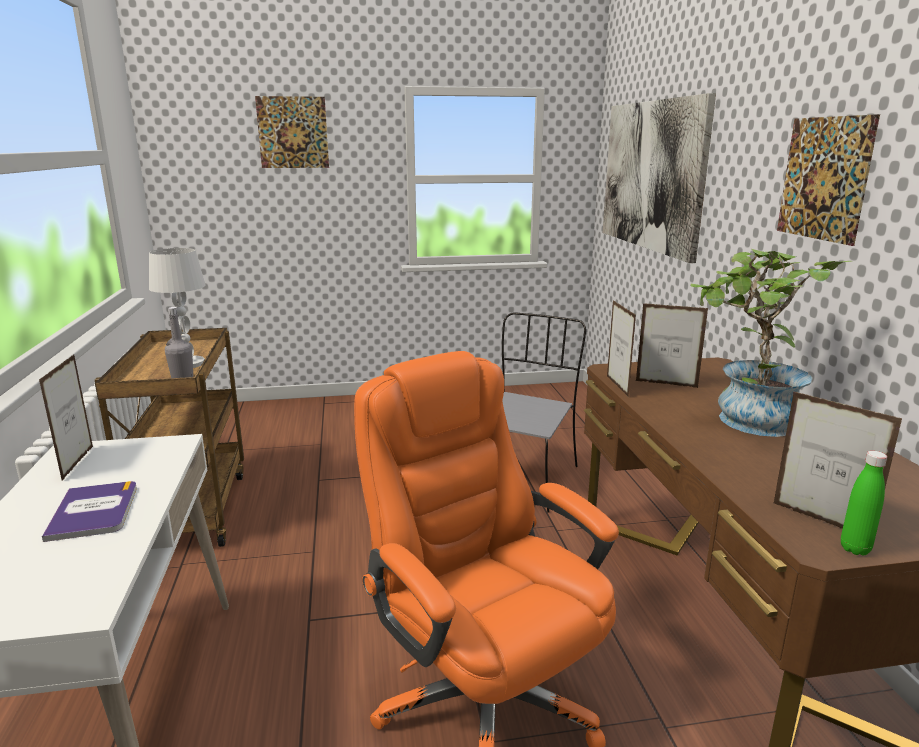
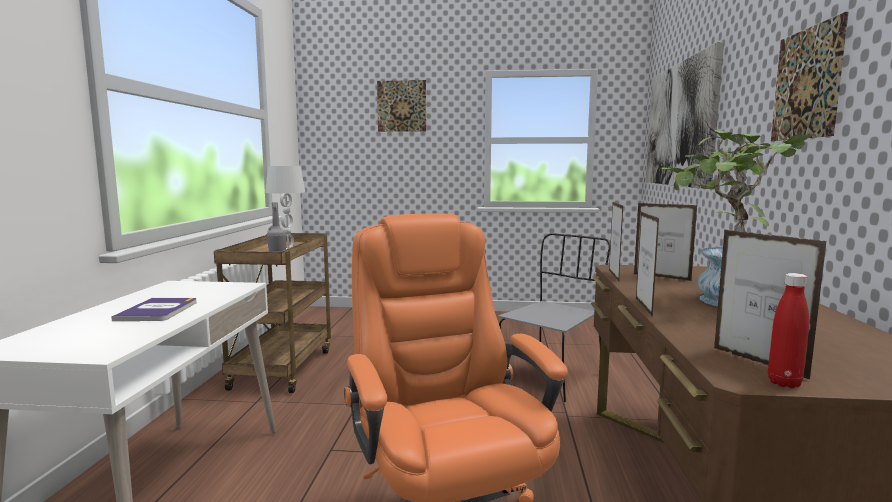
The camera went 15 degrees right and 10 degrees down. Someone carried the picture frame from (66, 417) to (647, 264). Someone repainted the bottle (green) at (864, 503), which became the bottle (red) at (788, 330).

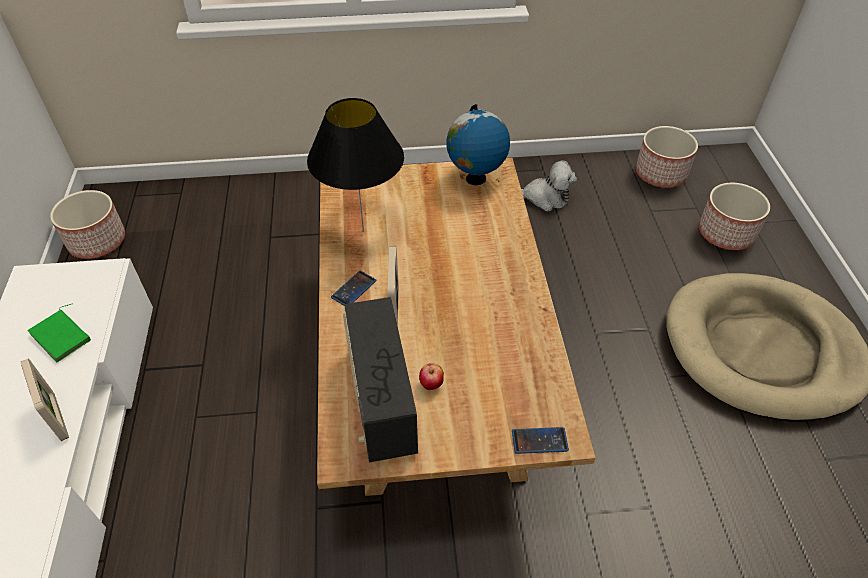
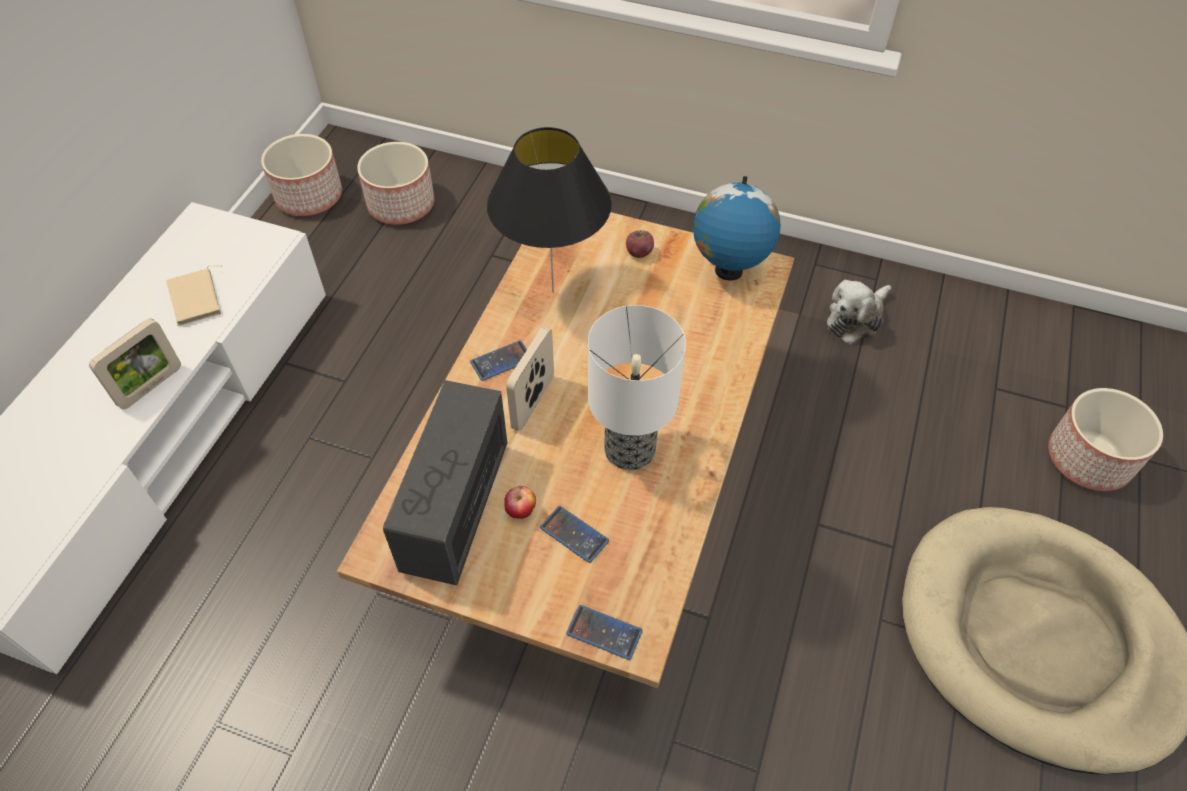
The camera went 25 degrees right and 5 degrees up. Someone rotated the picture frame at (45, 399) by 45 degrees clockwise. Someone repainted the book (green) at (59, 332), which became the book (beige) at (193, 295). Someone rotated the plush toy at (549, 185) by 105 degrees clockwise. Someone carried the planter from (667, 157) to (396, 183). Someone put down the phone at (574, 534). Someone put down the table lamp at (637, 387). Someone put down the apple at (640, 244).

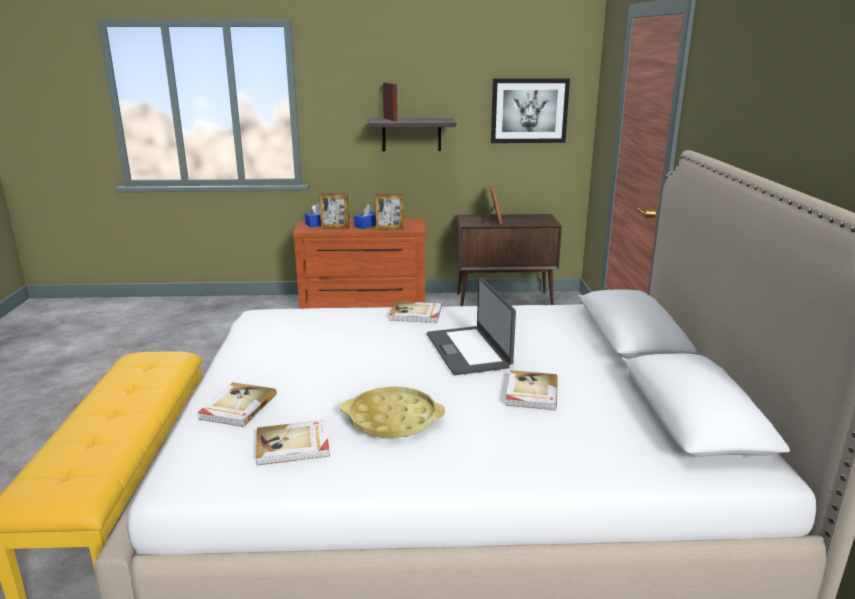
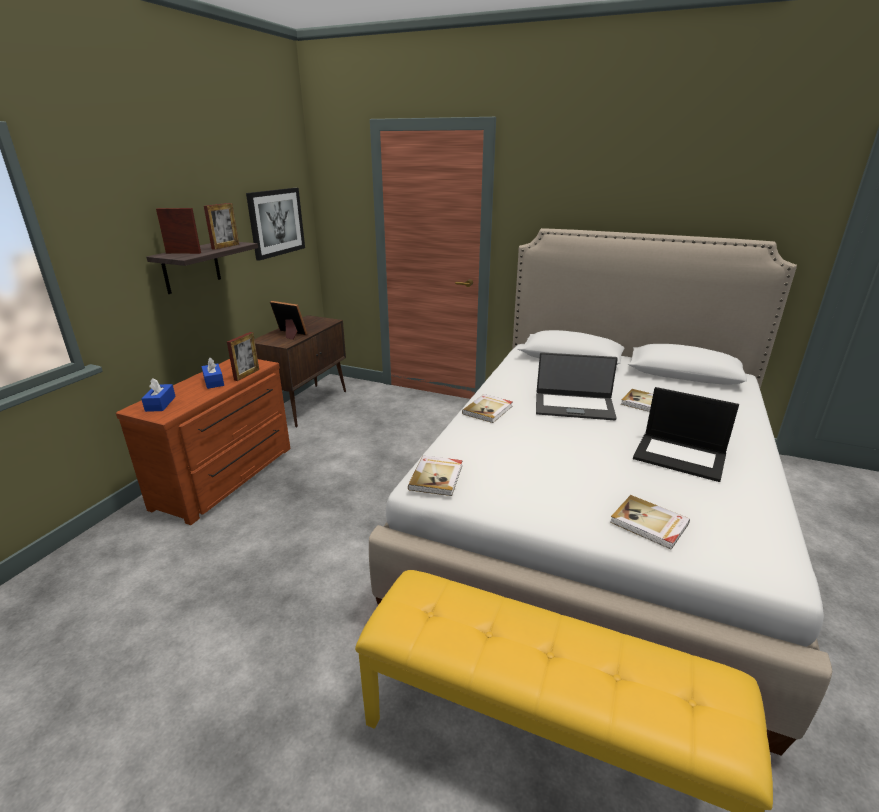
The camera went 65 degrees left and 5 degrees up. Someone carried the book from (293, 442) to (435, 476). Someone carried the picture frame from (334, 211) to (221, 226). Someone swapped the tray (yellow) at (392, 412) for the laptop at (686, 434).

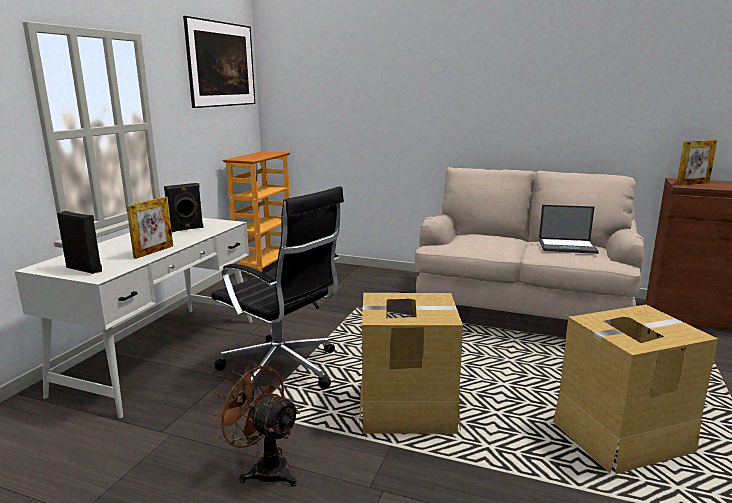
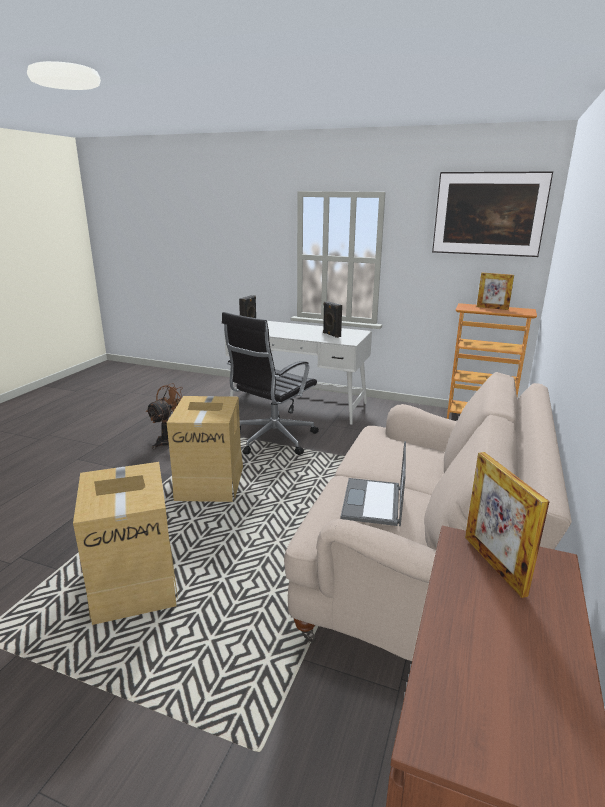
The camera went 90 degrees right and 5 degrees up. Someone carried the picture frame from (149, 228) to (495, 291).

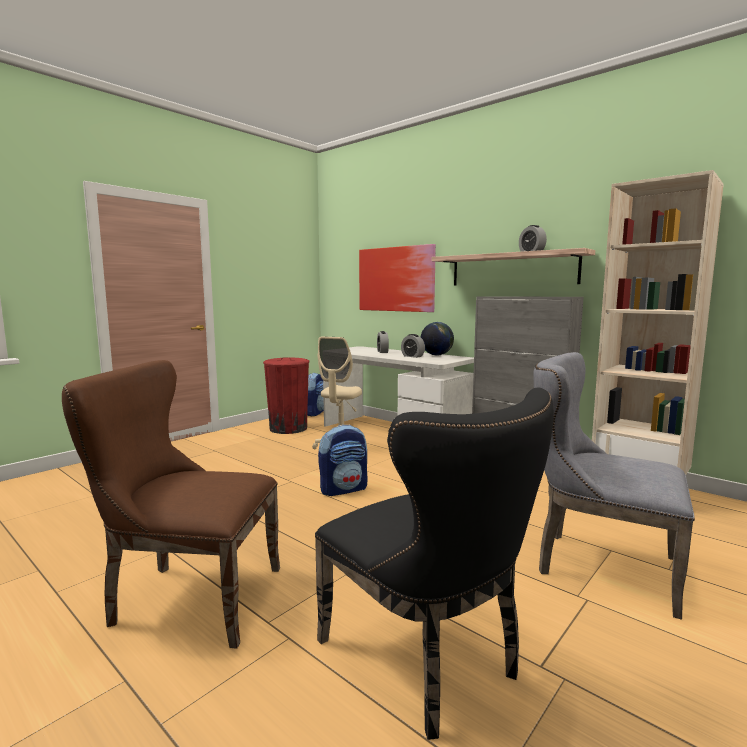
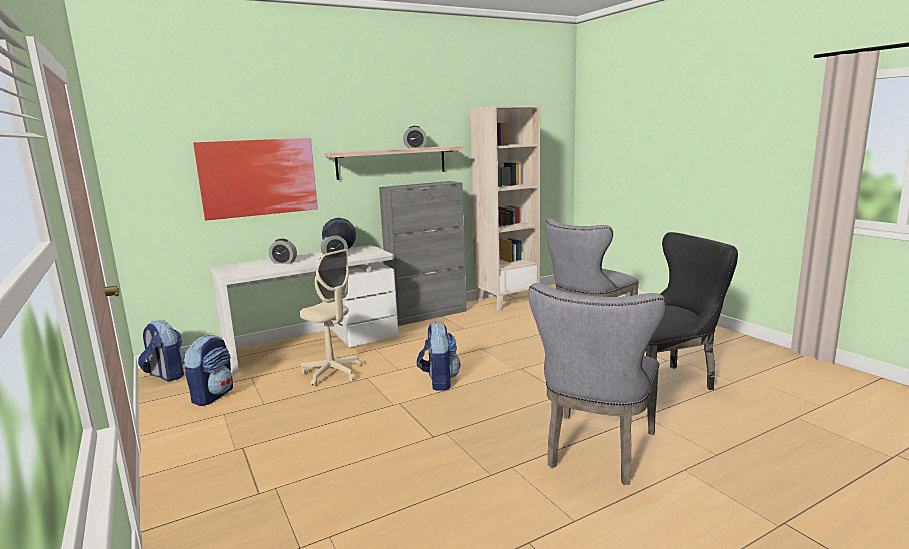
The camera went 70 degrees left and 5 degrees up. Someone repainted the chair (brown) at (171, 504), which became the chair (grey) at (597, 384). Someone swapped the trash can (red) at (286, 395) for the backpack at (208, 370).

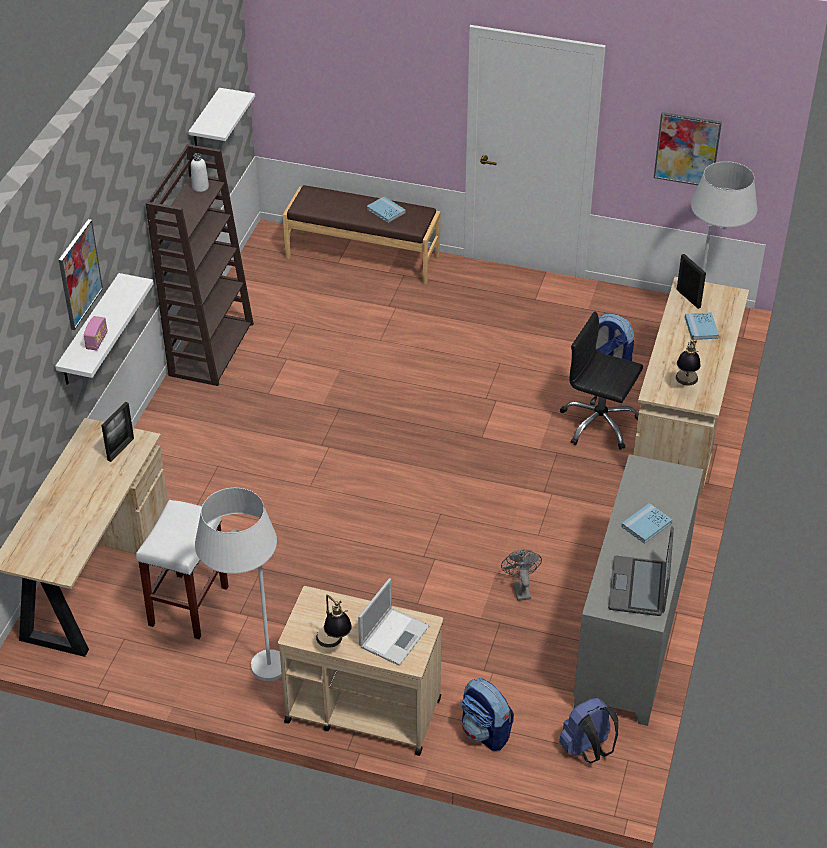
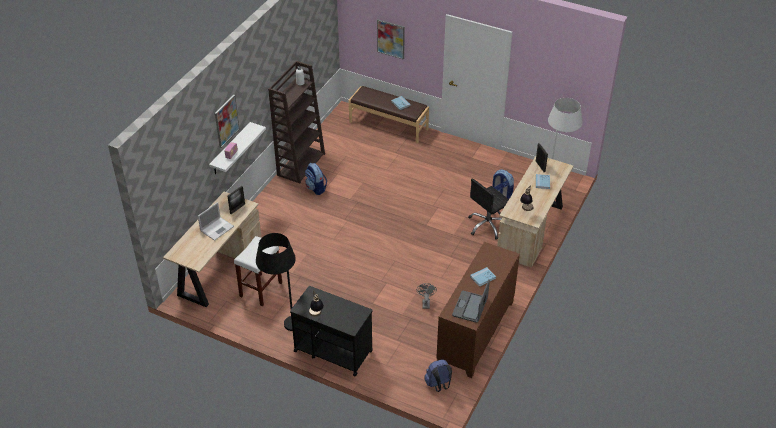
The camera went 10 degrees right and 0 degrees up. Someone took away the shelf (white) at (221, 117). Someone repainted the floor lamp (white) at (238, 584), which became the floor lamp (black) at (276, 282). Someone repainted the cart (beige) at (360, 671), which became the cart (black) at (331, 331). Someone carried the laptop from (394, 622) to (216, 221). Someone carried the backpack from (488, 714) to (316, 179). Someone rotated the office chair (black) at (601, 380) by 75 degrees counterclockwise. Someone repainted the cabinet (grey) at (638, 590), which became the cabinet (brown) at (478, 310). Someone carried the picture from (688, 148) to (391, 39).

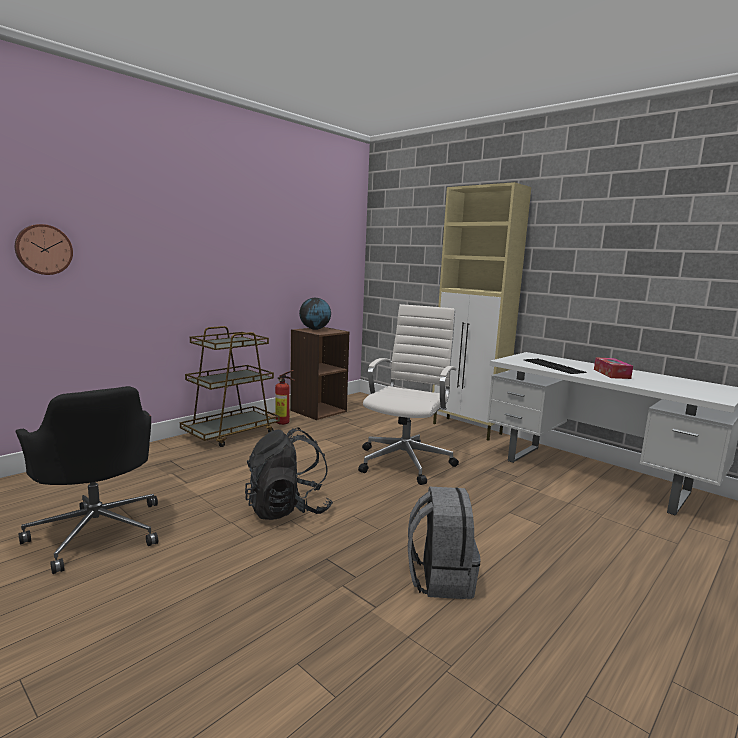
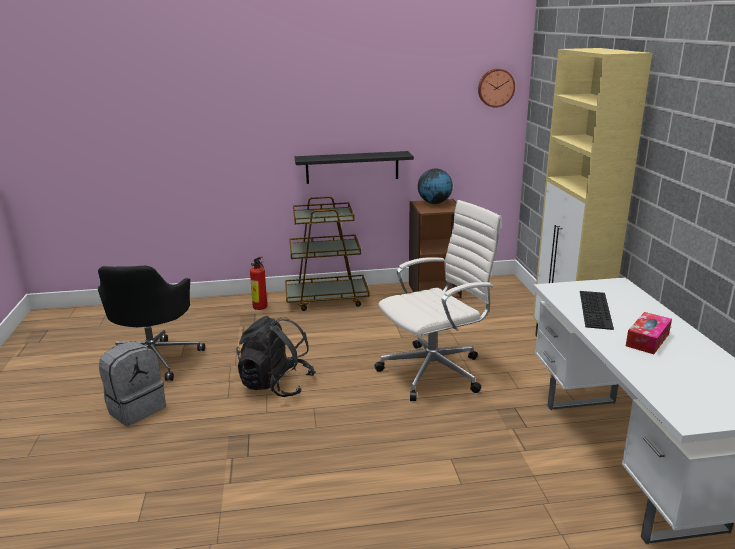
The camera went 40 degrees right and 10 degrees up. Someone carried the wall clock from (44, 249) to (496, 88). Someone carried the fire extinguisher from (285, 397) to (258, 283). Someone carried the backpack (grey) from (444, 543) to (132, 383). Someone put up the shelf (black) at (354, 167).

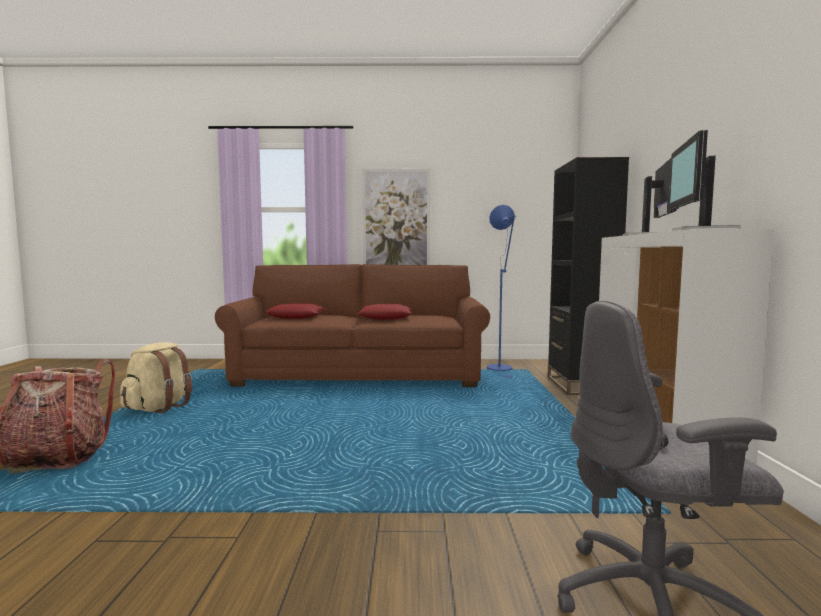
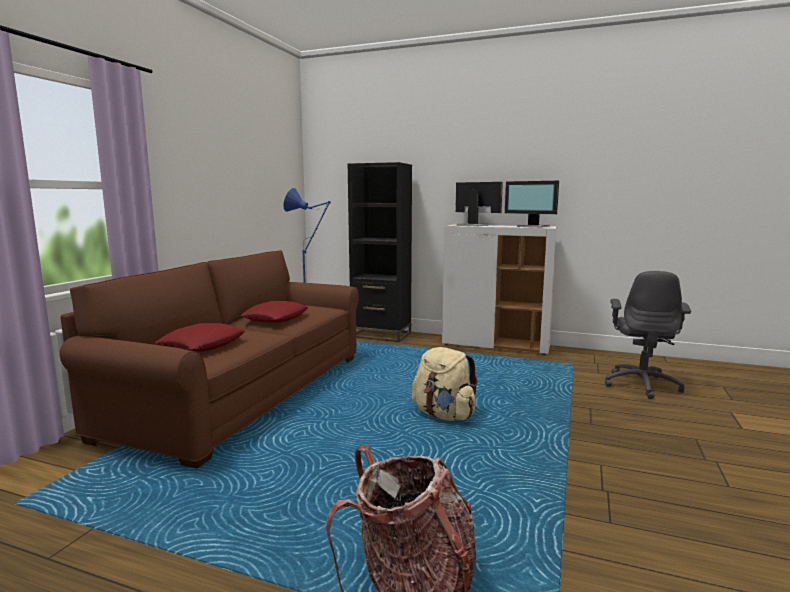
The camera went 70 degrees left and 5 degrees up. Someone carried the backpack (beige) from (156, 377) to (445, 384). Someone took away the picture at (396, 217).

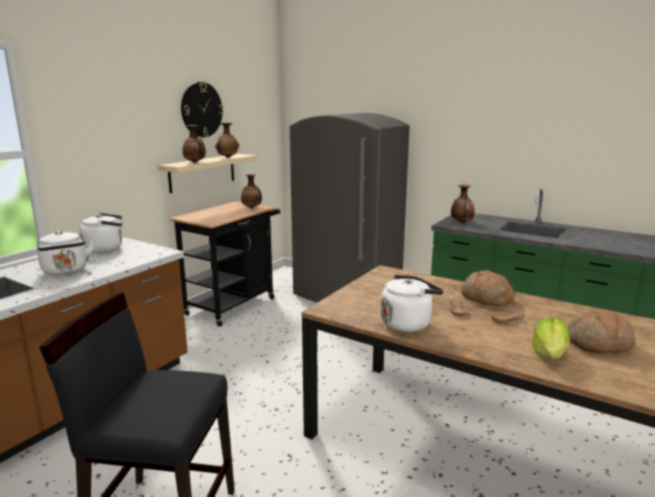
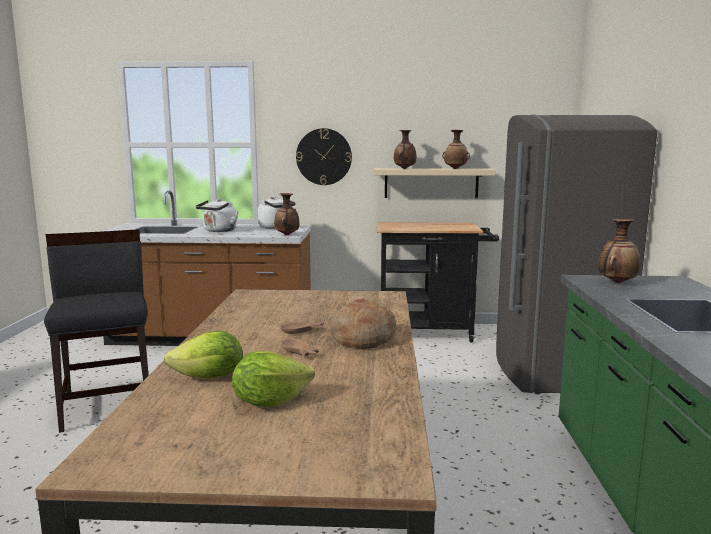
The camera went 60 degrees right and 5 degrees down. Someone carried the wall clock from (202, 109) to (324, 156). Someone carried the vase from (251, 191) to (286, 214). Someone took away the kettle (white) at (412, 303). Someone swapped the bread at (601, 331) for the lettuce at (273, 379).

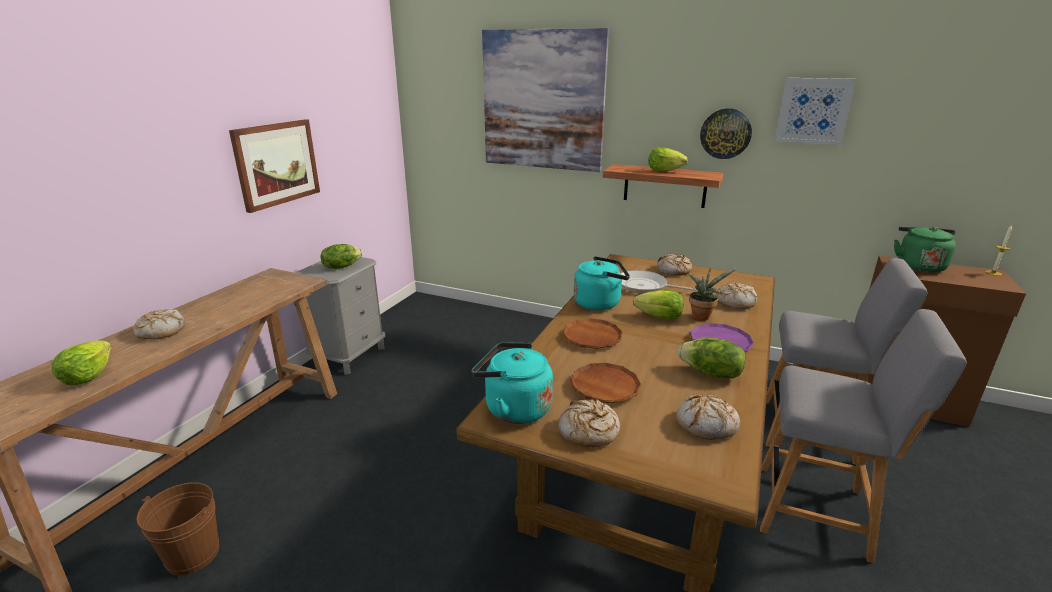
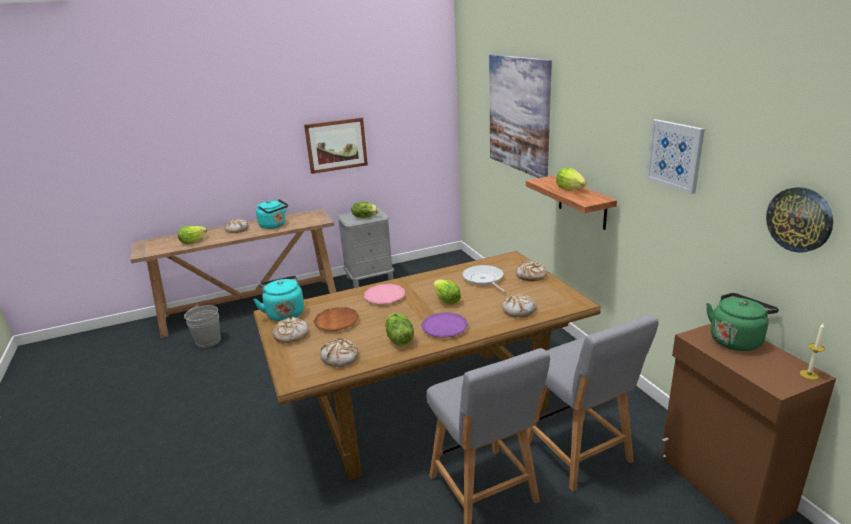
The camera went 45 degrees right and 0 degrees up. Someone repainted the bucket (brown) at (178, 528), which became the bucket (grey) at (202, 326). Someone repainted the plate (brown) at (592, 334), which became the plate (pink) at (384, 294). Someone carried the kettle (turquoise) from (602, 283) to (272, 214). Someone took away the potted plant at (712, 294). Someone carried the wall clock from (726, 133) to (799, 220).

